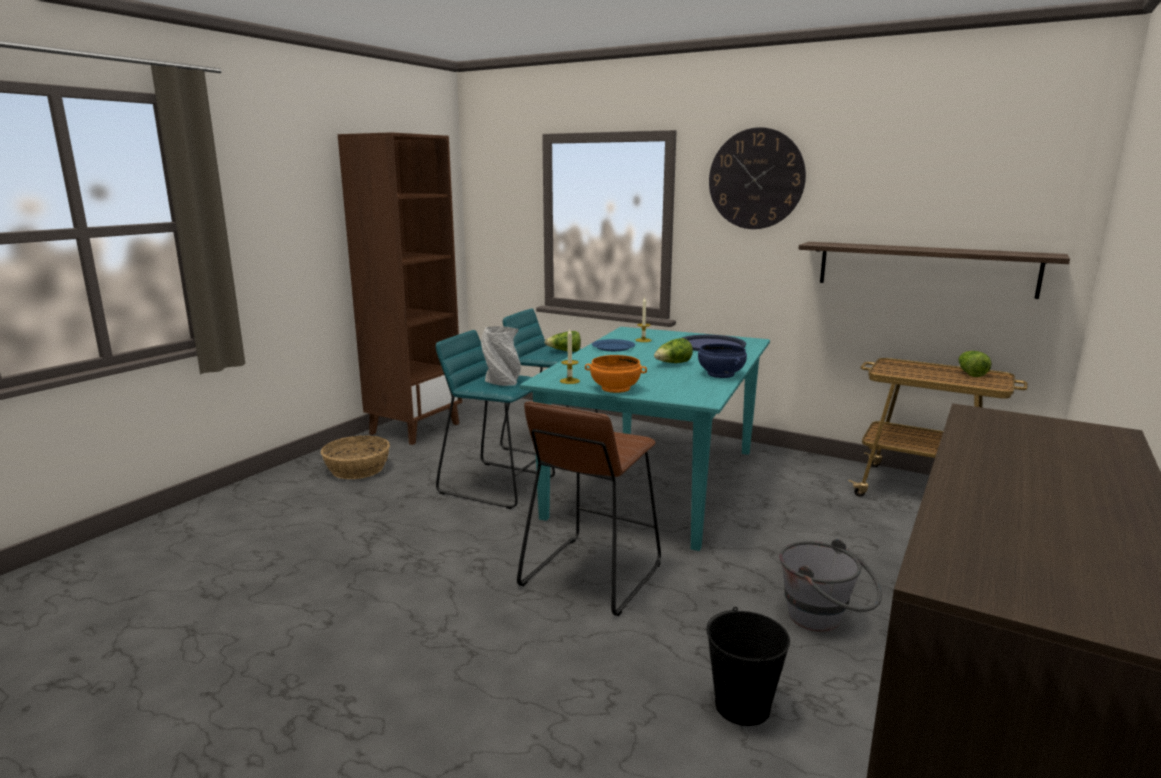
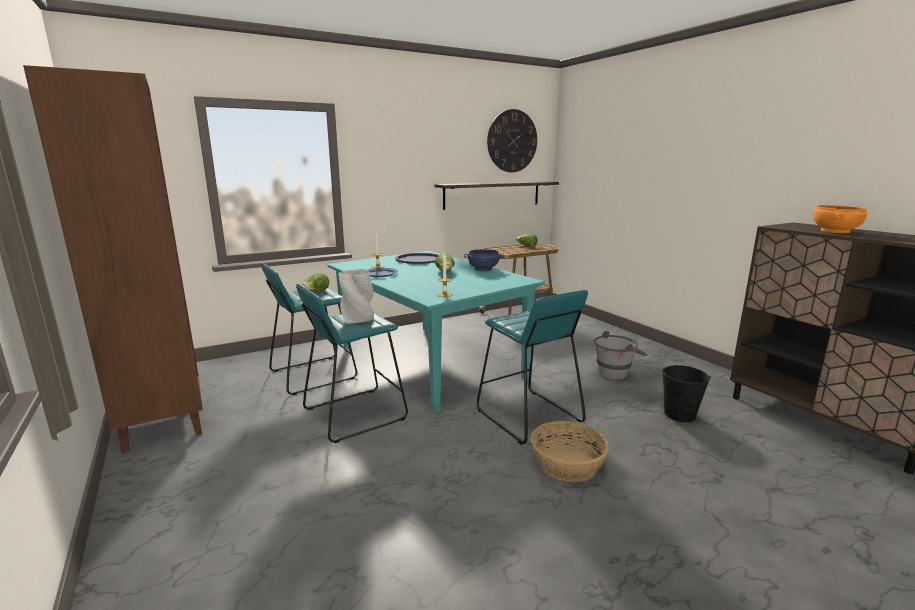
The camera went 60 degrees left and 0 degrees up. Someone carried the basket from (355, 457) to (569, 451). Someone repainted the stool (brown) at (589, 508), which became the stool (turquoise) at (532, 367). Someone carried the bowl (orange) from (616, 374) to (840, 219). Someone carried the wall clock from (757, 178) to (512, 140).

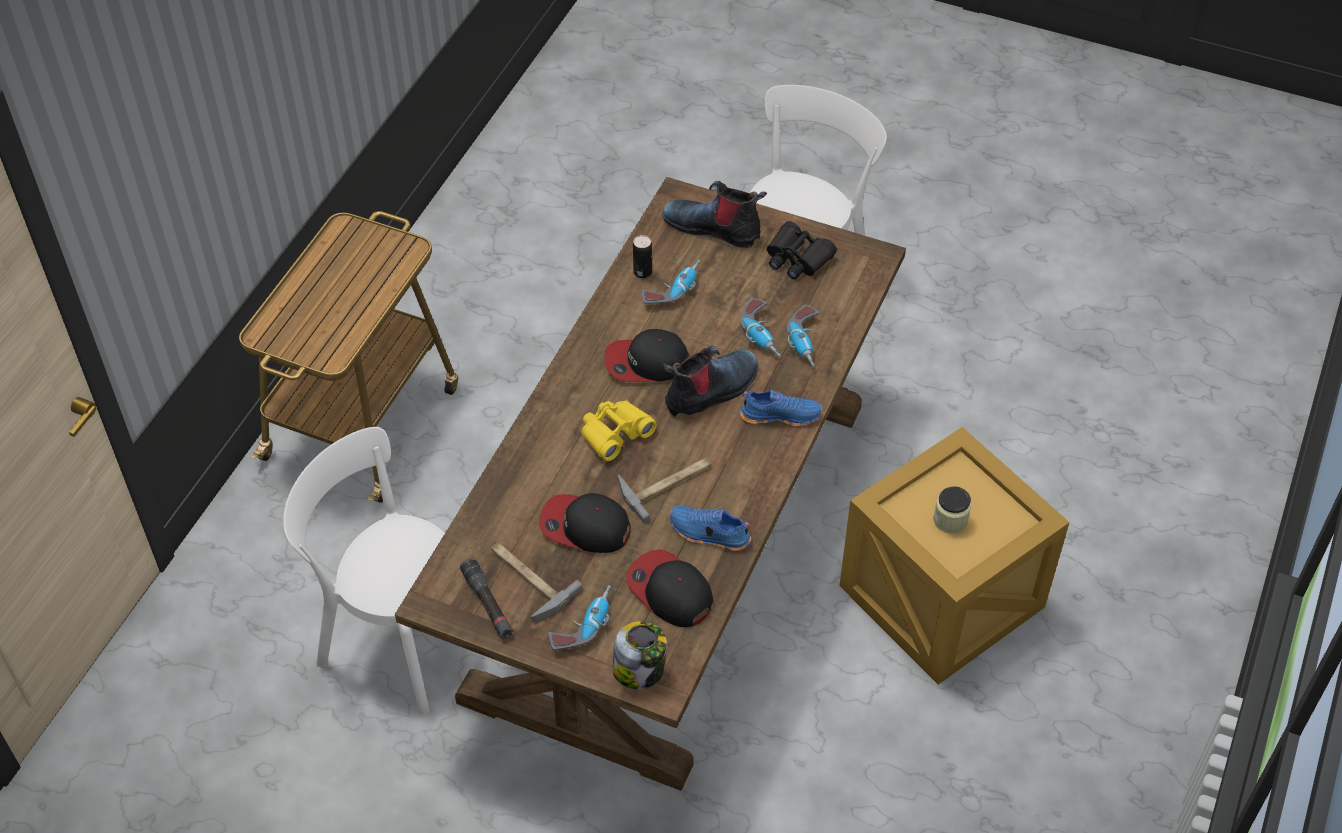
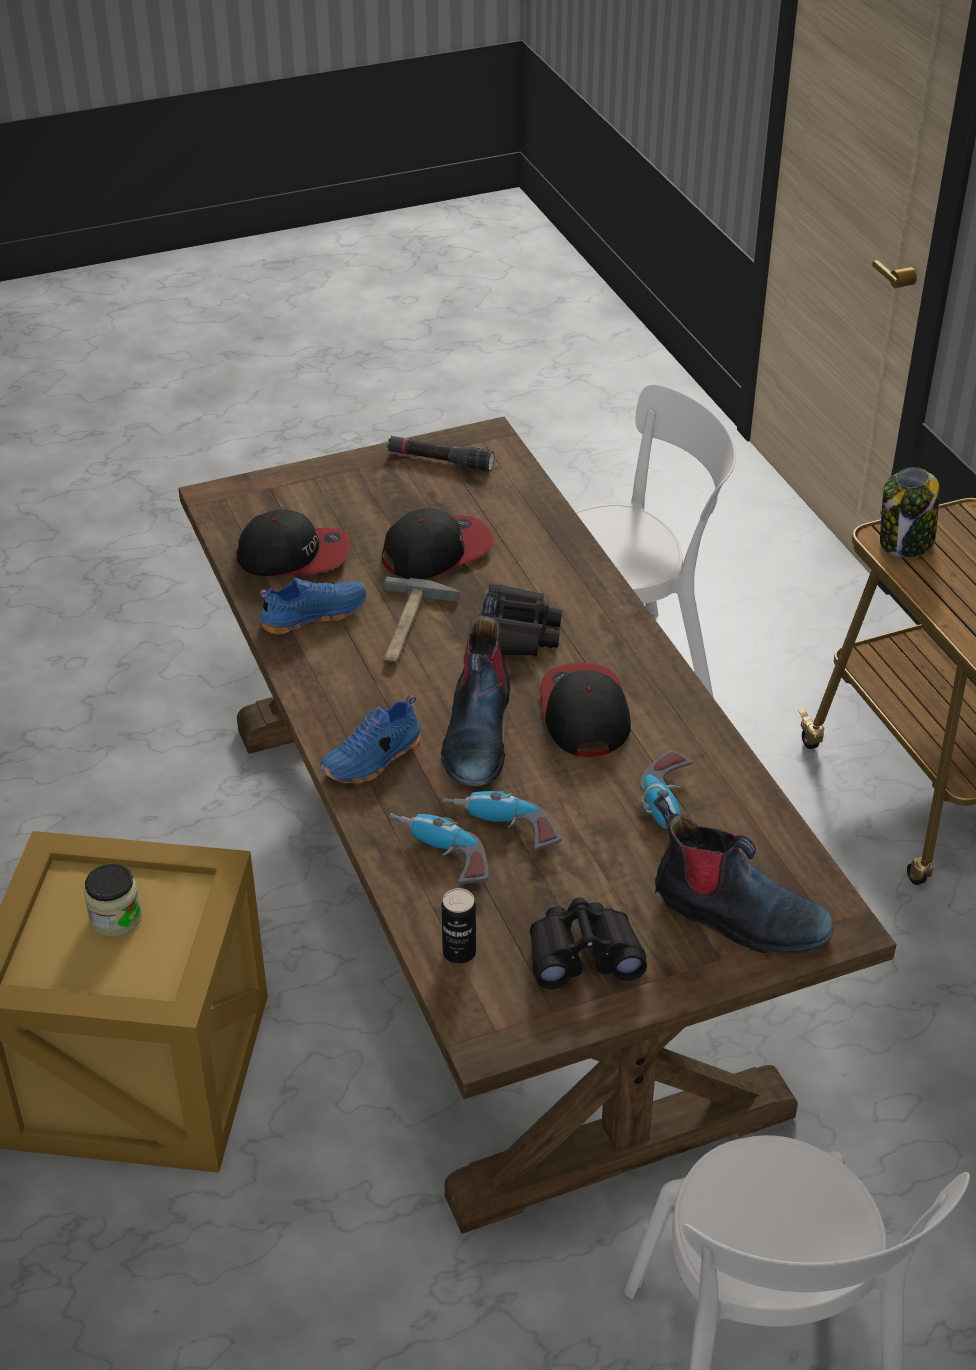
The camera went 135 degrees right and 10 degrees down. Someone took away the hammer at (536, 582). Someone took away the power drill at (580, 617). Someone repainted the binoculars (yellow) at (619, 431), which became the binoculars (black) at (525, 620). Someone rotated the cap at (646, 355) by 45 degrees counterclockwise. Someone carried the jar from (639, 655) to (910, 512). Someone carried the can from (642, 256) to (459, 926). Someone rotated the boot at (714, 214) by 45 degrees clockwise.

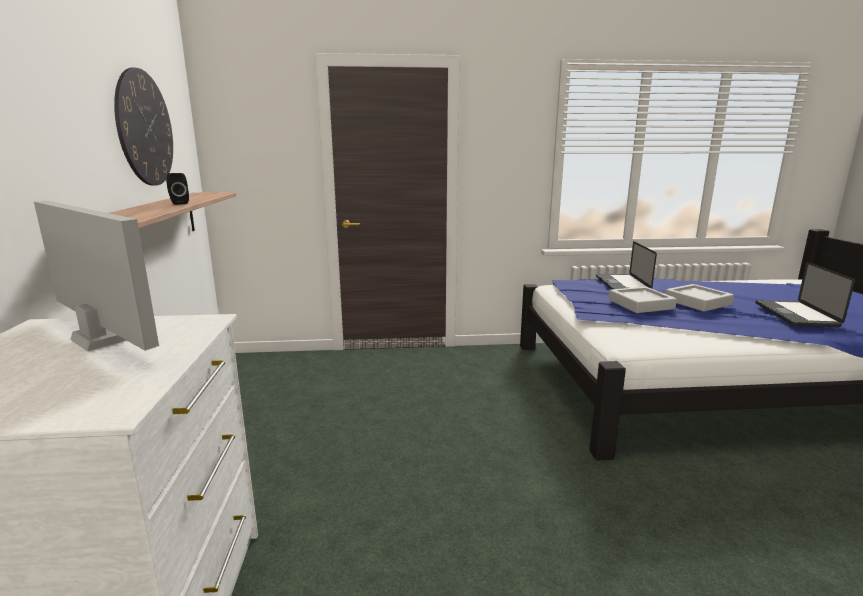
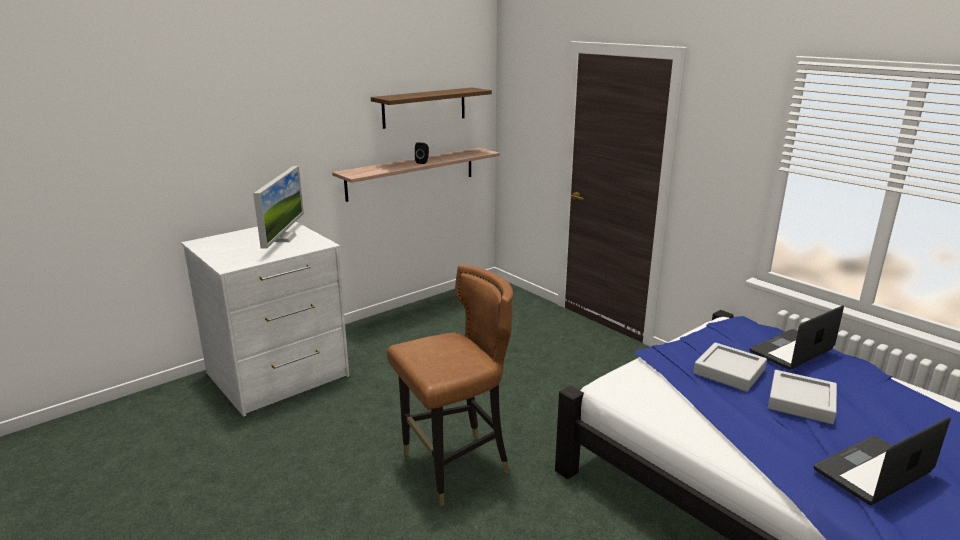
The camera went 55 degrees right and 5 degrees up. Someone swapped the wall clock at (143, 127) for the shelf at (431, 108). Someone put down the chair (brown) at (450, 385).

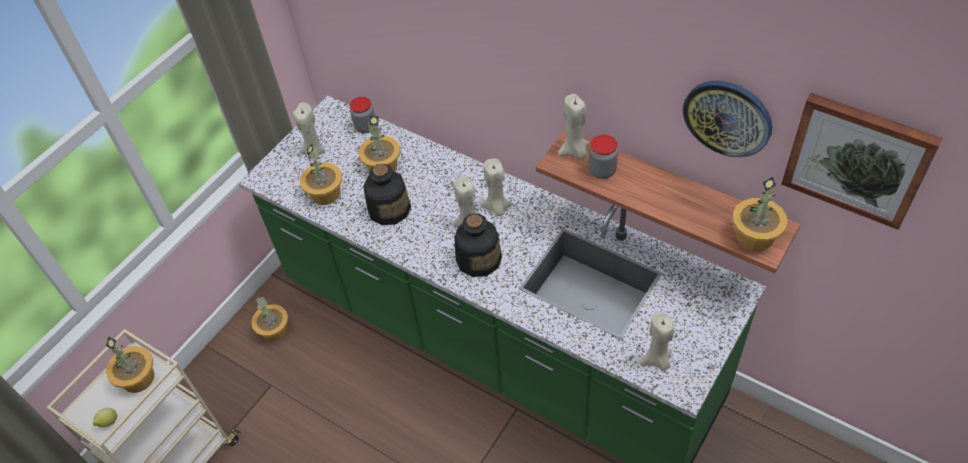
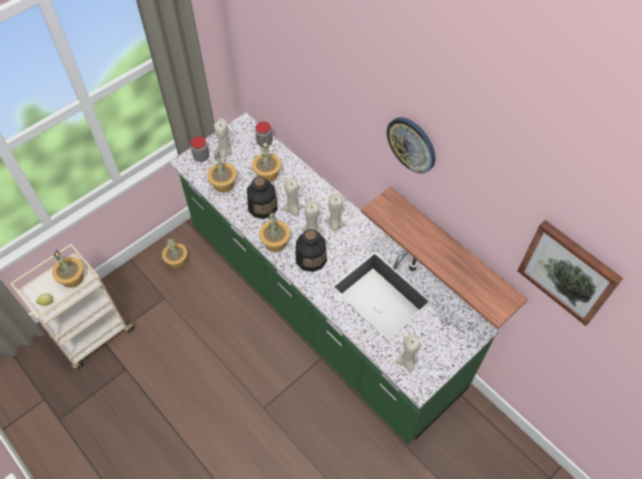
The camera went 10 degrees right and 5 degrees up. Someone carried the candle (beige) from (573, 126) to (292, 197). Someone carried the jar from (603, 157) to (199, 149). Someone carried the wall clock from (727, 119) to (411, 145). Someone carried the potted plant from (760, 214) to (274, 232).

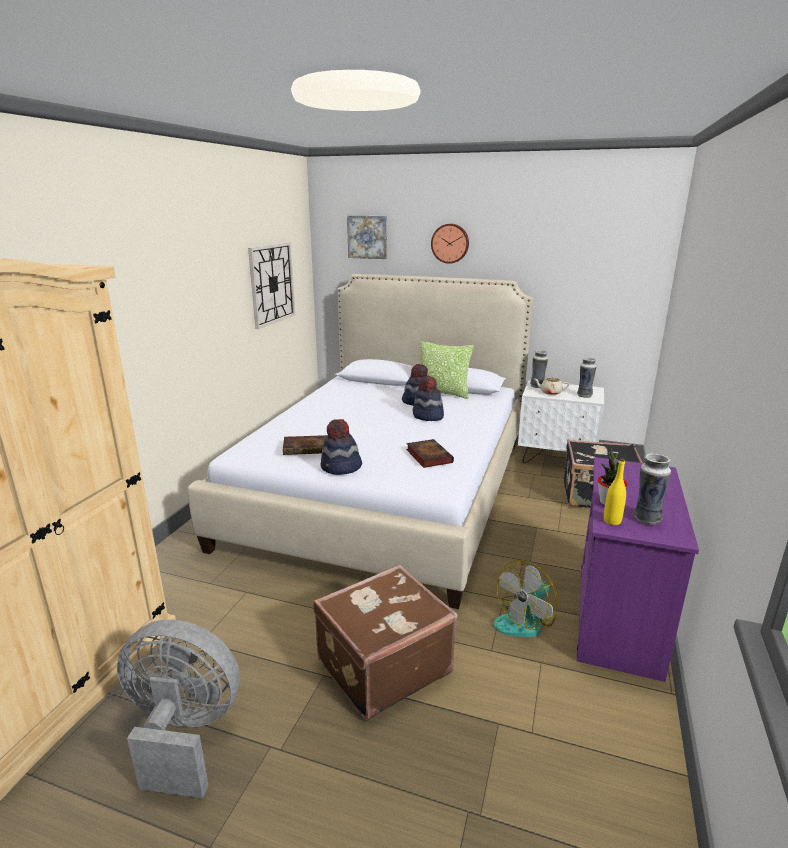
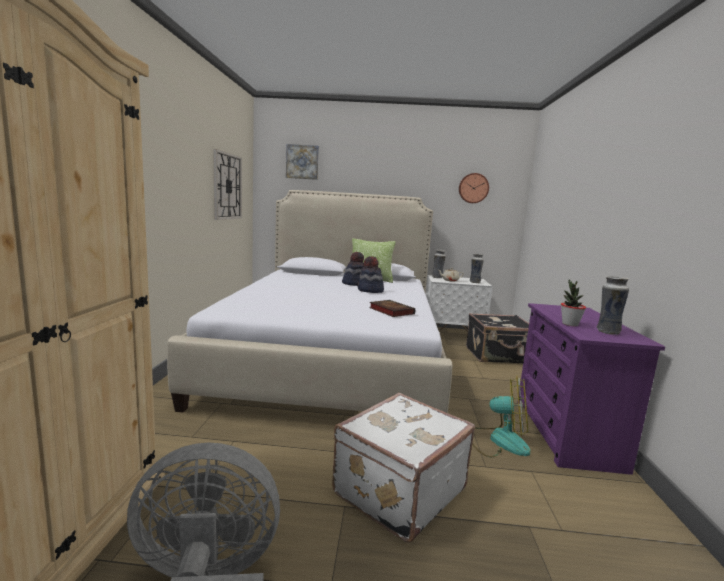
The camera went 15 degrees left and 10 degrees down. Someone took away the book at (305, 445). Someone repainted the suitcase (brown) at (385, 642), which became the suitcase (white) at (403, 468). Someone took away the hat at (341, 447). Someone carried the wall clock from (450, 244) to (474, 188). Someone rotated the fan at (525, 598) by 105 degrees counterclockwise. Someone took away the bottle (yellow) at (615, 492).

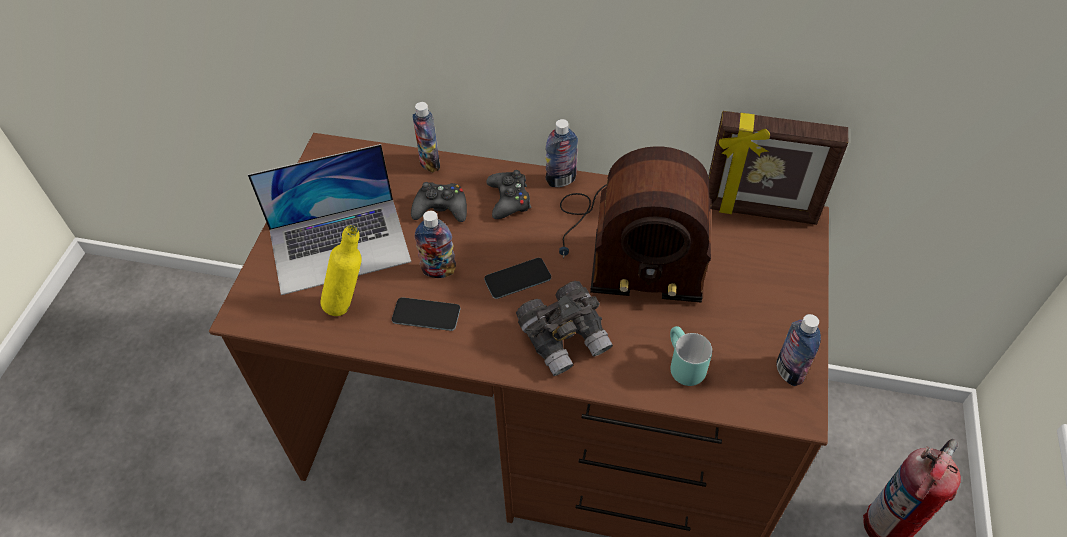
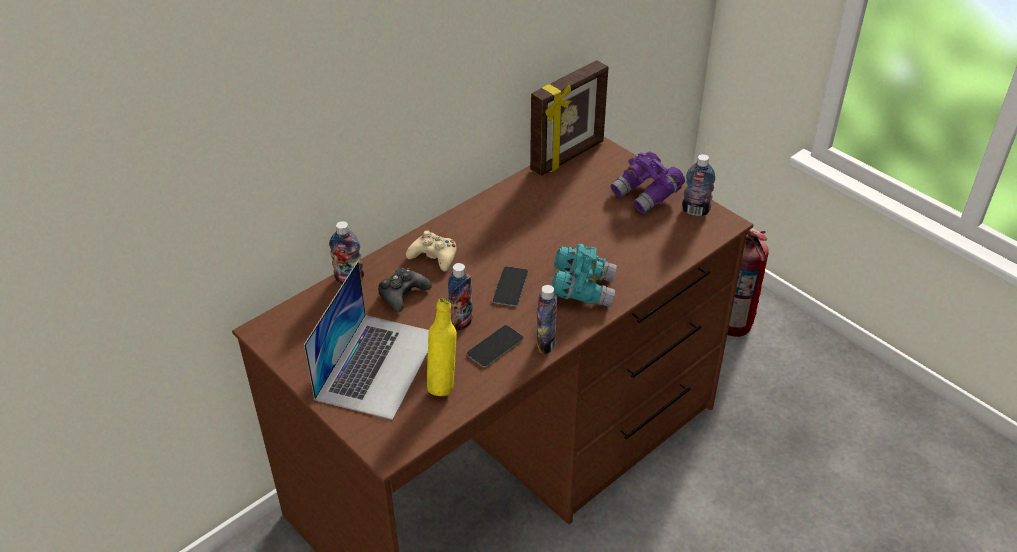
The camera went 55 degrees left and 10 degrees down. Someone repainted the game controller (black) at (508, 194), which became the game controller (beige) at (431, 250). Someone repainted the binoculars (grey) at (564, 328), which became the binoculars (turquoise) at (584, 275). Someone carried the bottle from (562, 153) to (547, 319). Someone took away the radio at (635, 224). Someone took away the mug (turquoise) at (691, 356). Someone put down the binoculars (purple) at (648, 182).

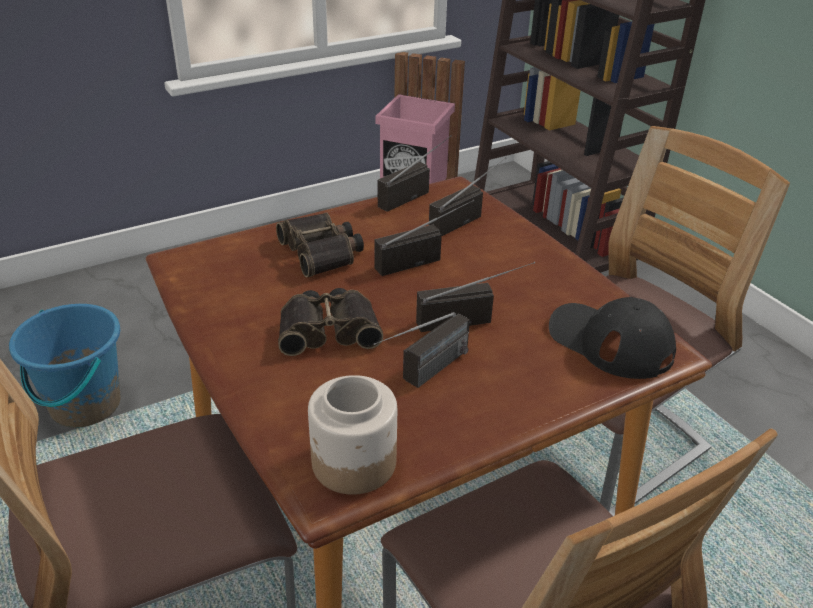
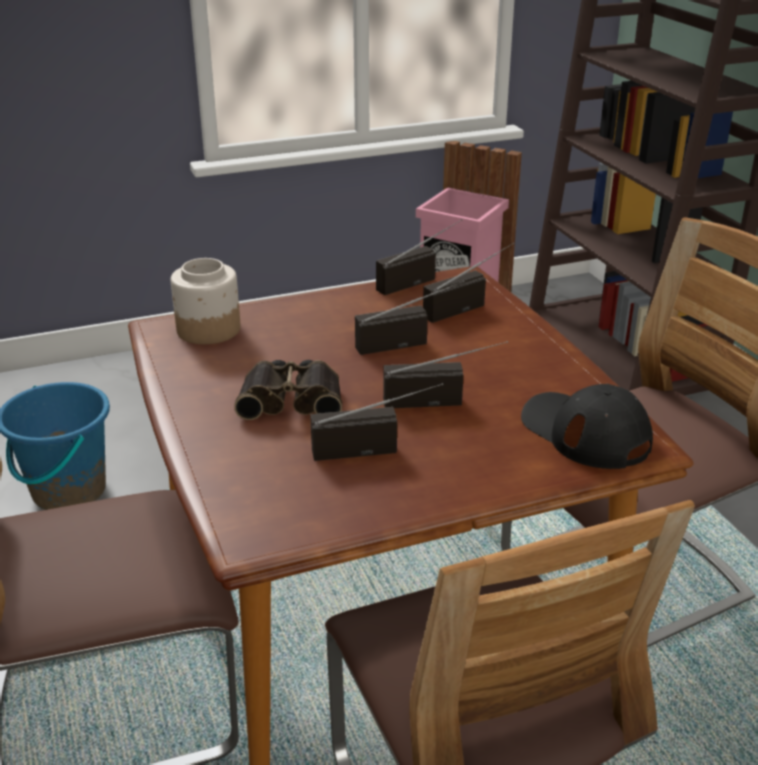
The camera went 10 degrees right and 5 degrees down. Someone took away the binoculars at (320, 245). Someone carried the jar from (352, 435) to (206, 301). Someone rotated the radio at (422, 350) by 150 degrees counterclockwise.

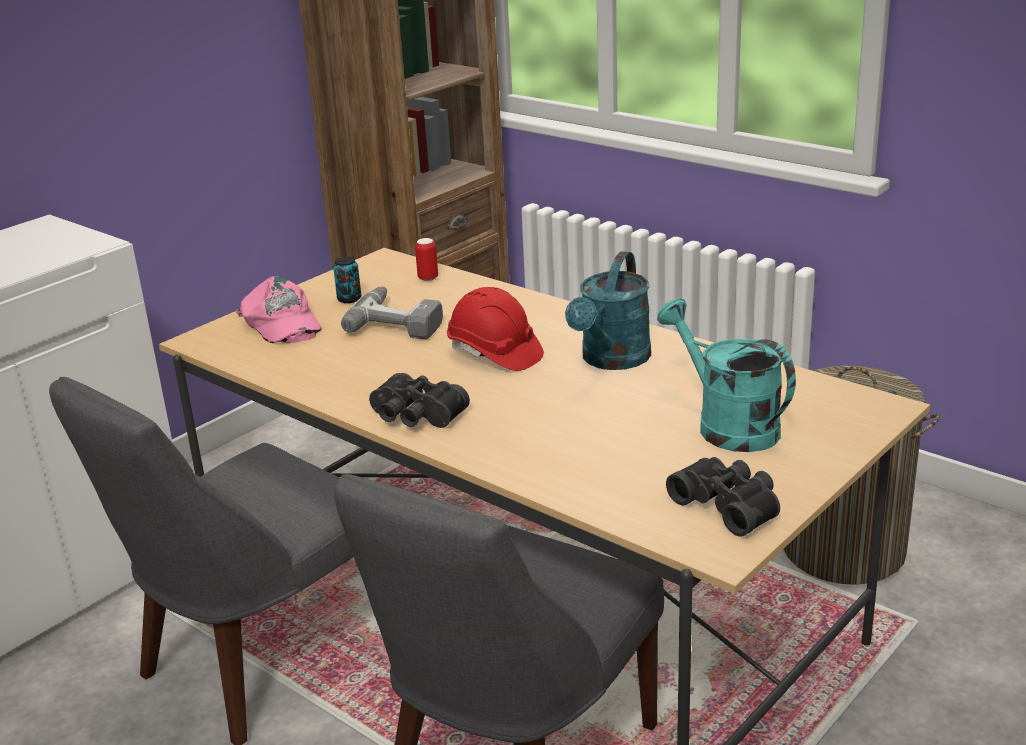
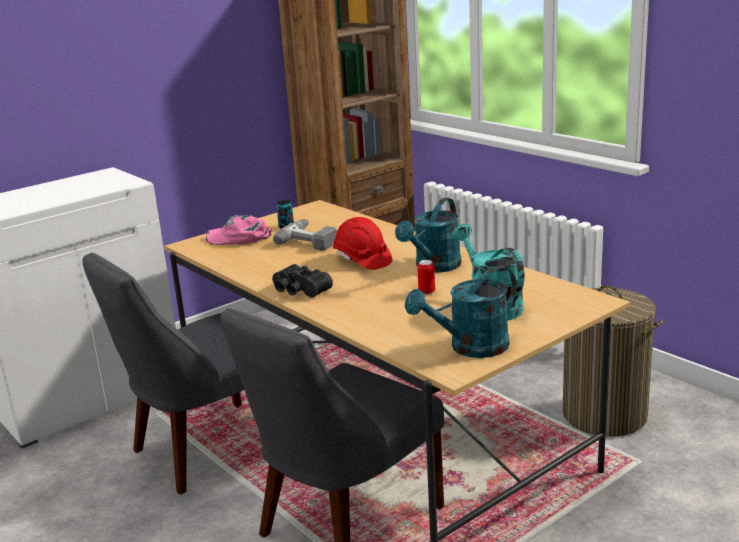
The camera went 10 degrees right and 5 degrees down. Someone rotated the cap (pink) at (279, 309) by 120 degrees clockwise. Someone carried the can from (426, 259) to (426, 277). Someone swapped the binoculars (black) at (723, 497) for the watering can (turquoise) at (461, 312).

